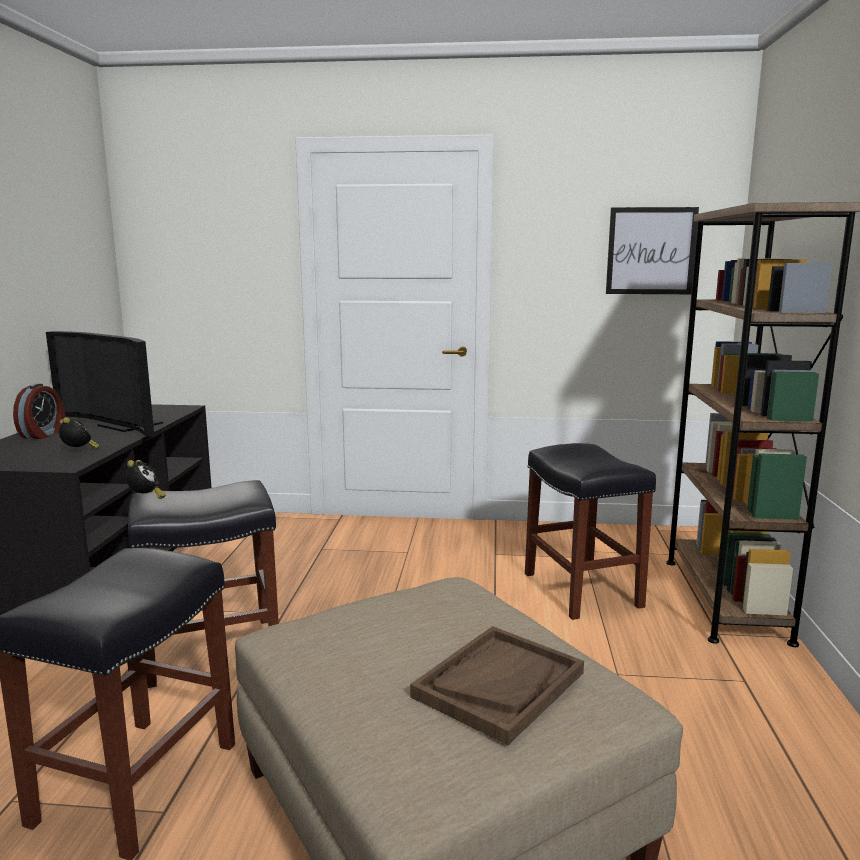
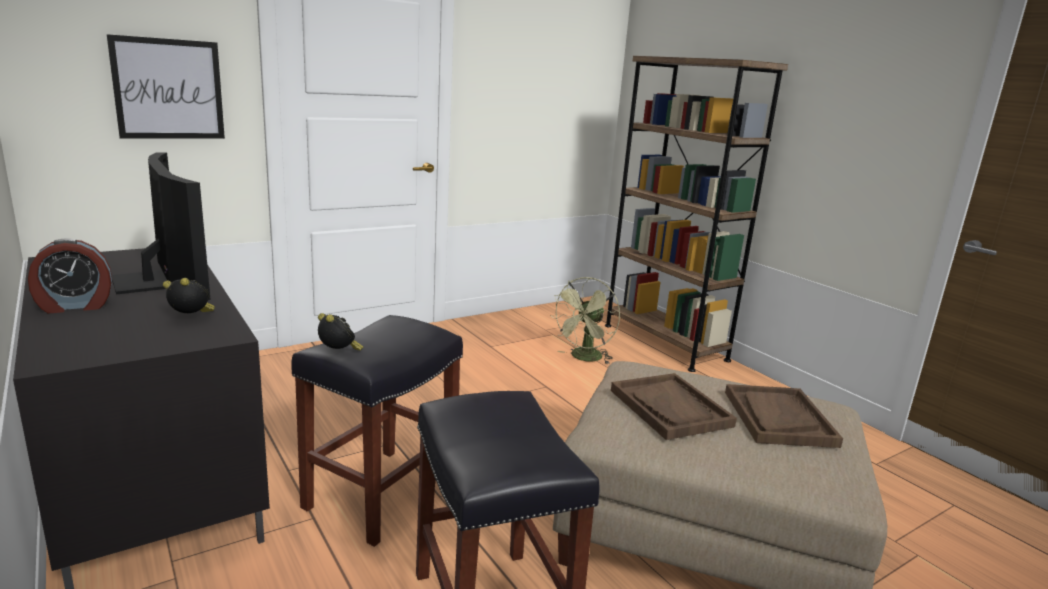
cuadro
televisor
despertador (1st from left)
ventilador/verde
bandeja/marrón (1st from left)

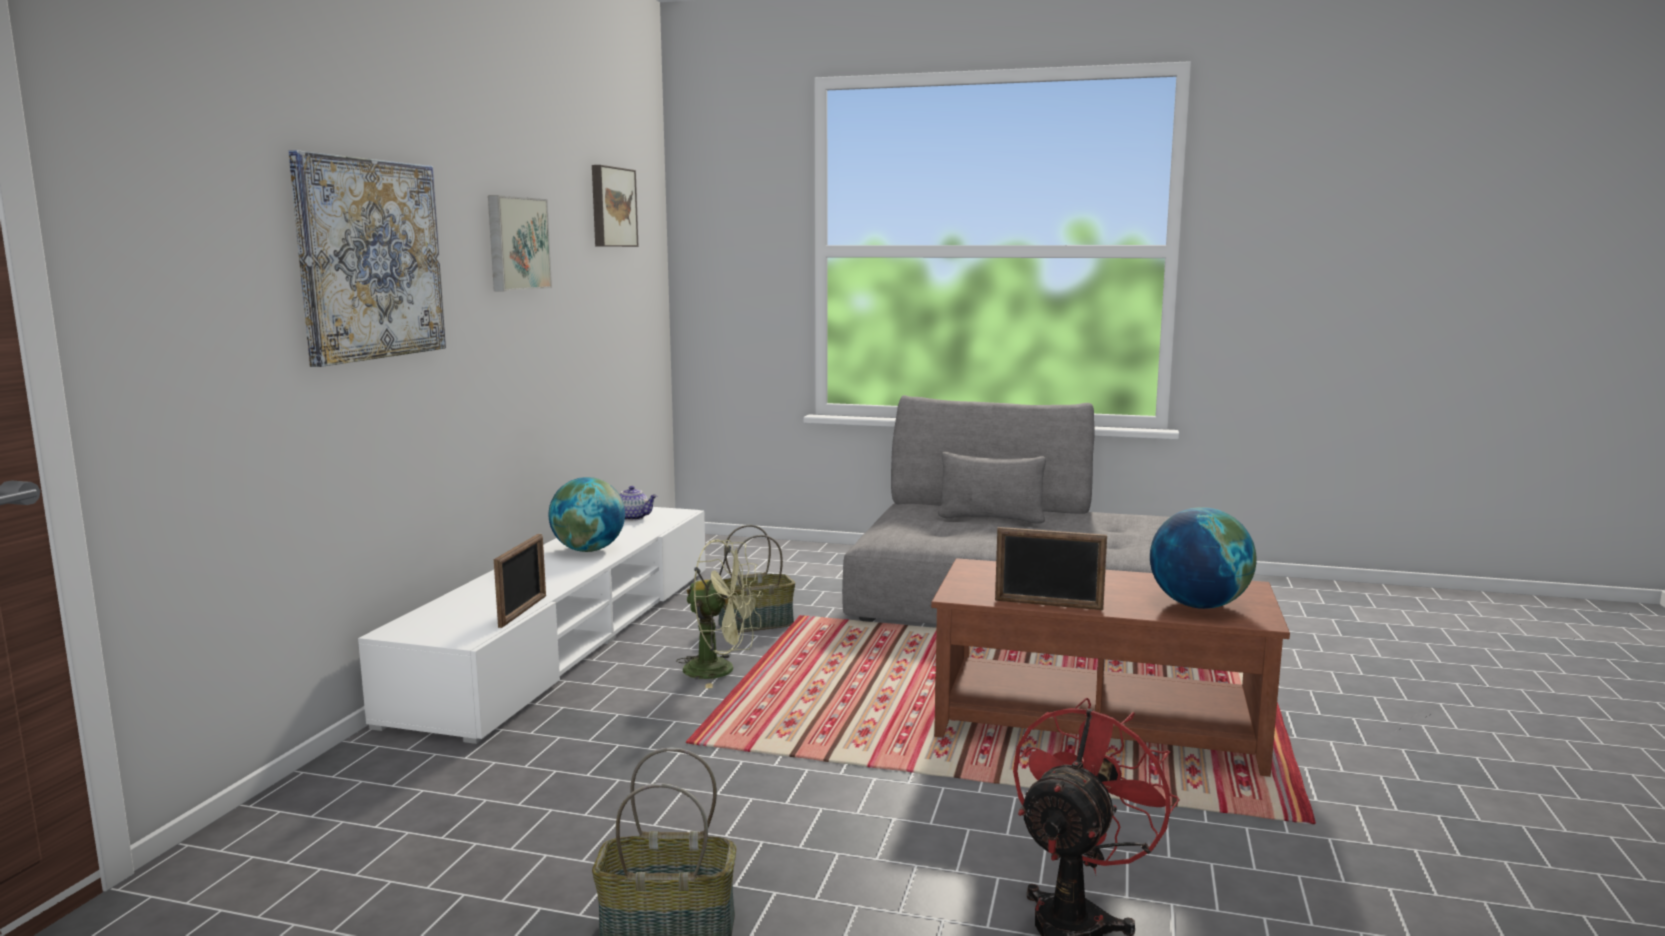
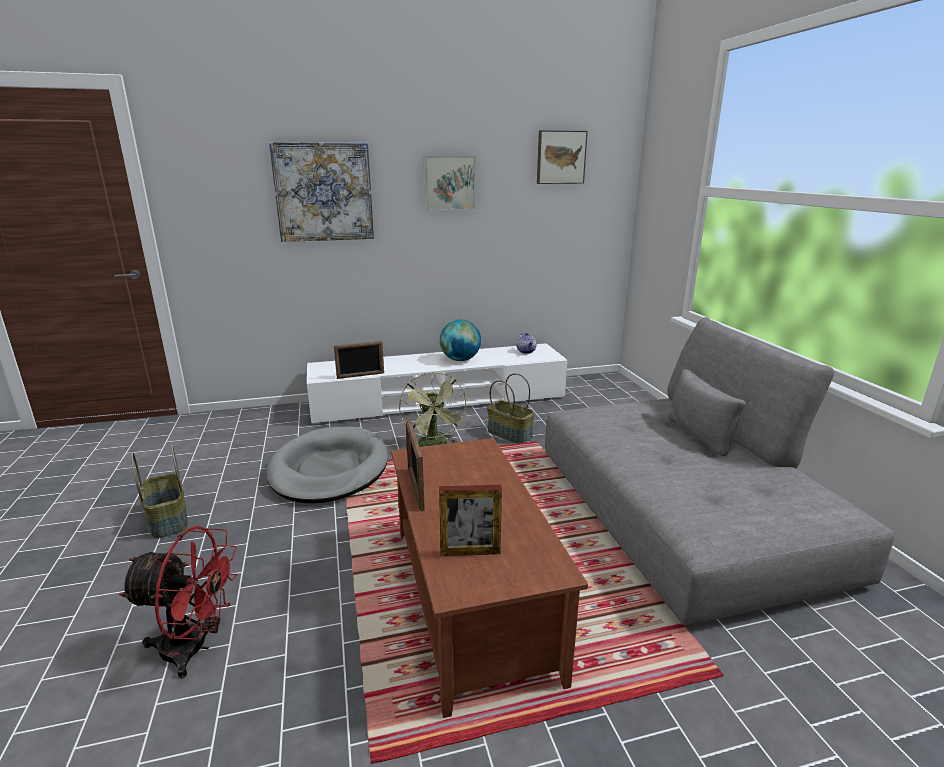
portarretratos (3rd from left)
cama para perro/gris

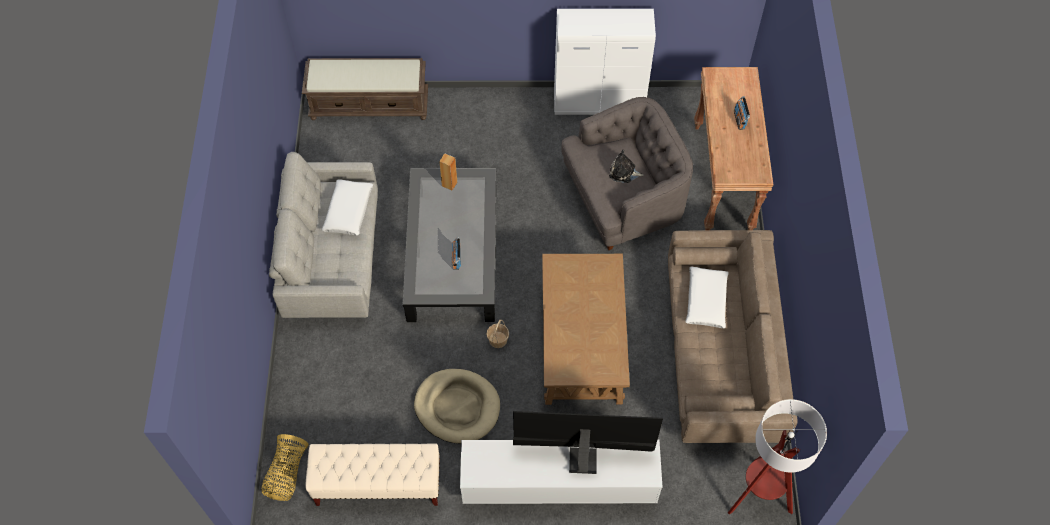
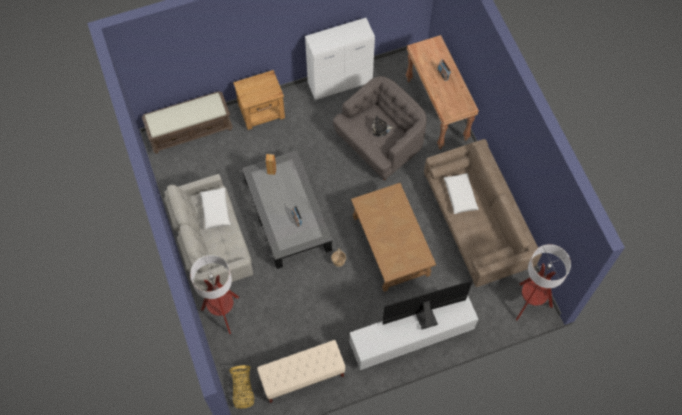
cama para perro/beis
mesita de noche/marrón
lámpara de pie (1st from left)

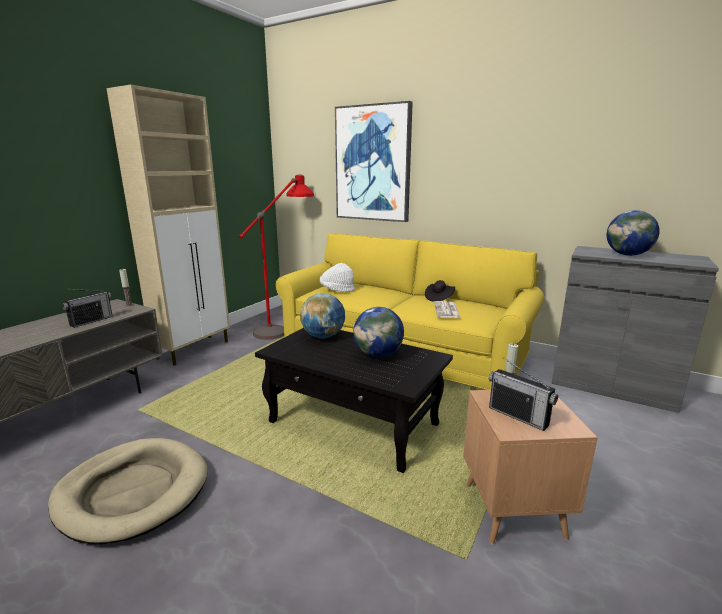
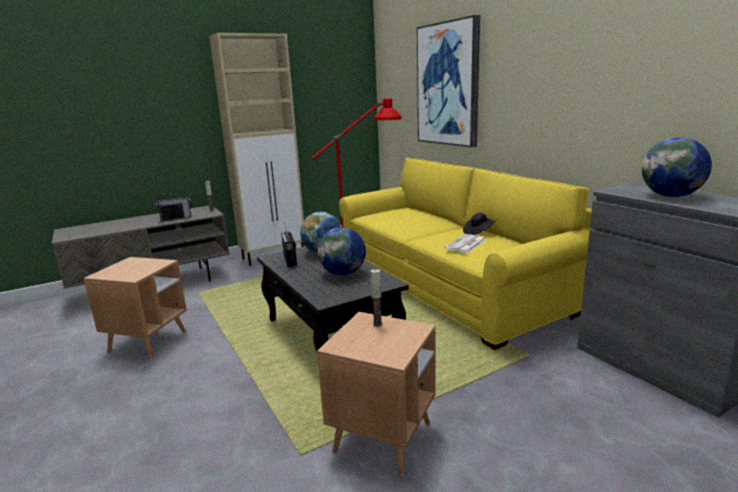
sombrero/blanco
radio (2nd from left)
mesa auxiliar/marrón (1st from left)

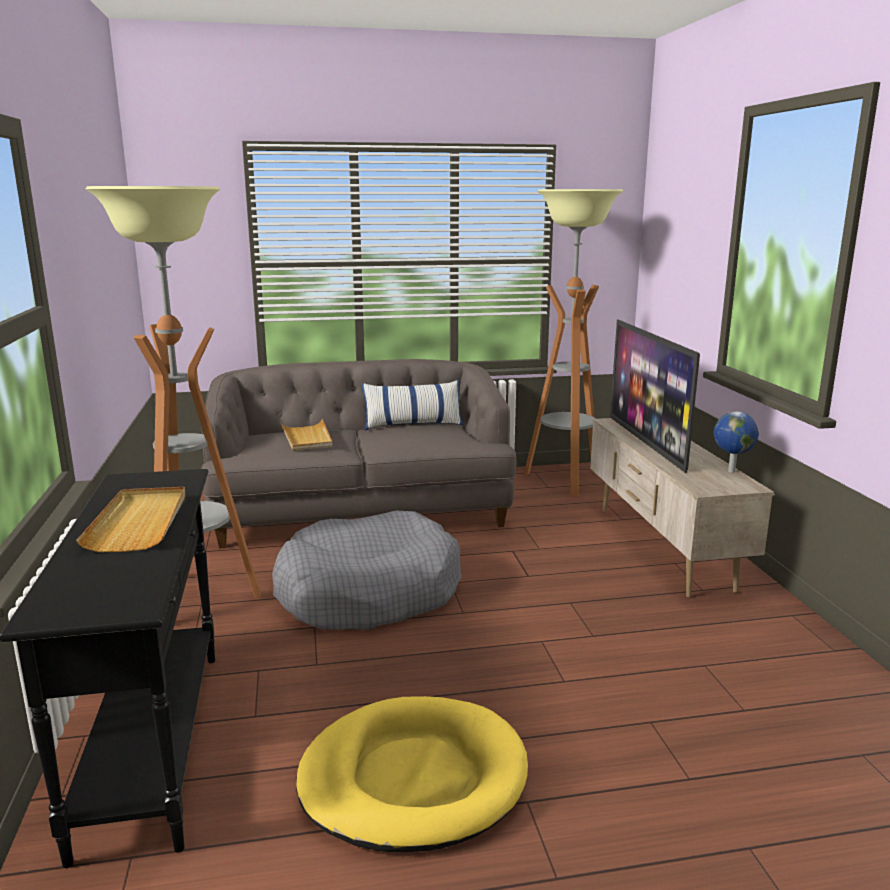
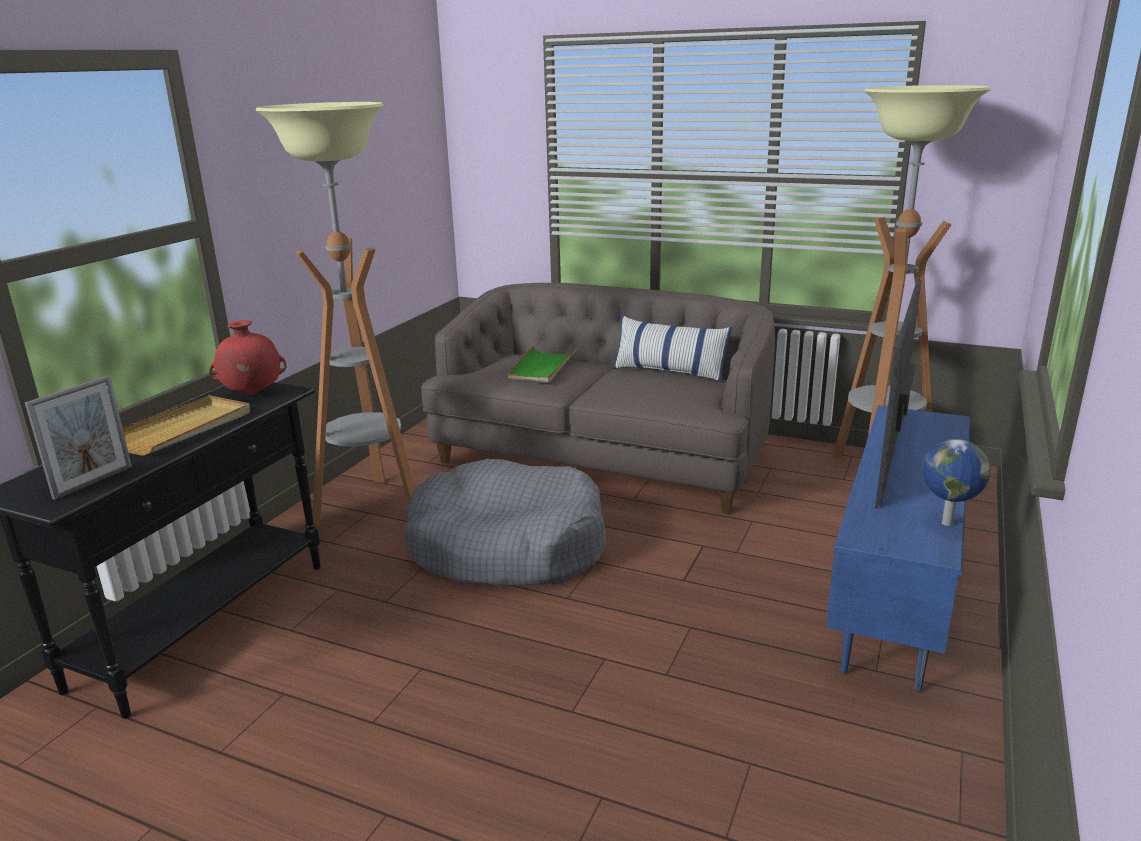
mueble de televisión/azul
bandeja/verde
cama para perro/amarillo
florero/rojo
portarretratos

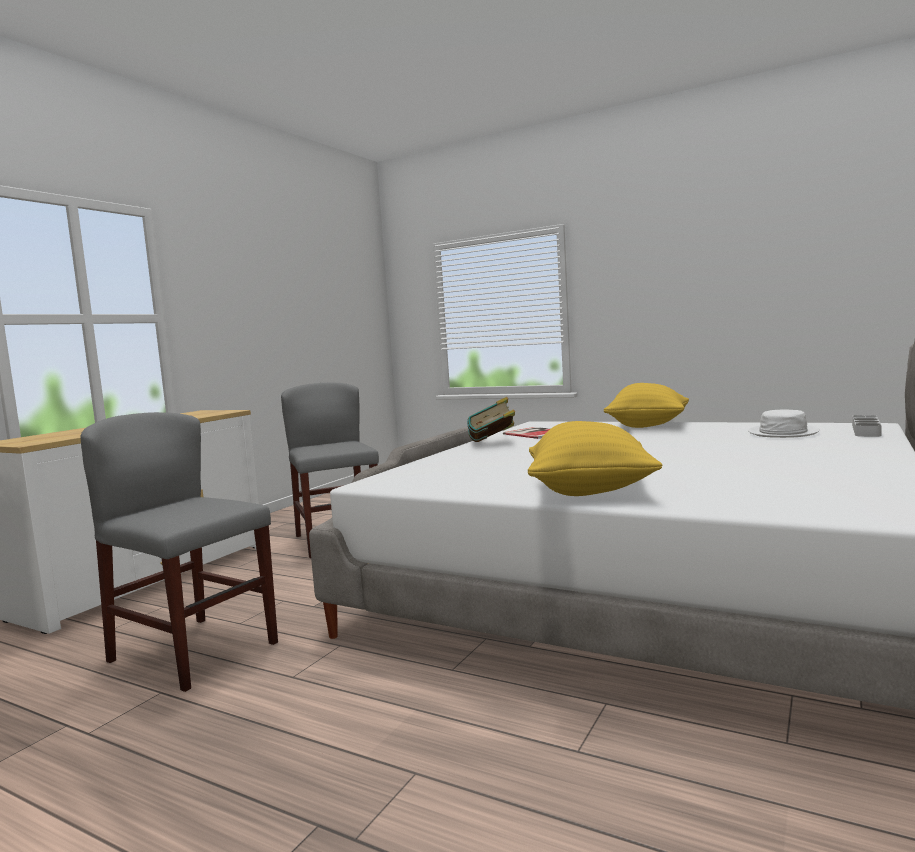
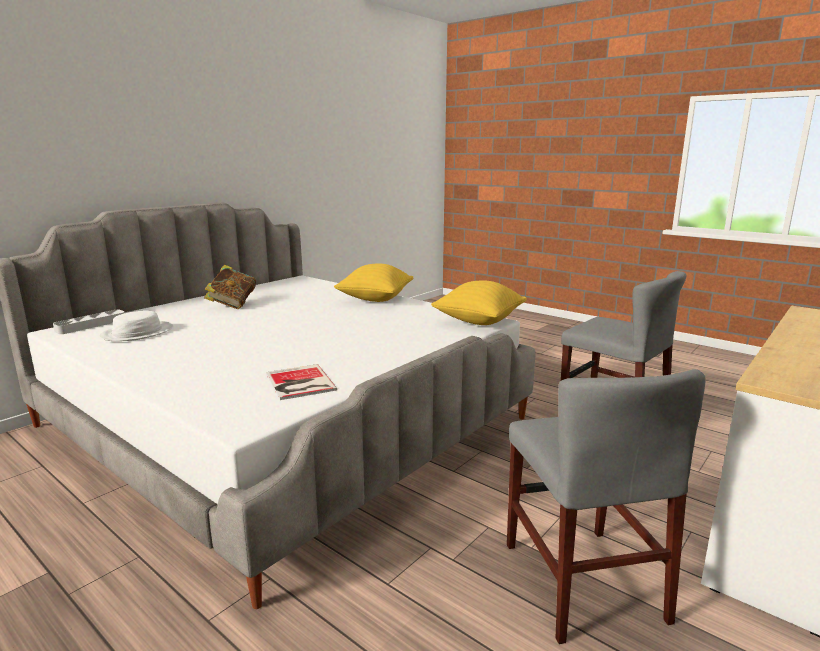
cojín/amarillo (2nd from left)
libro (1st from left)

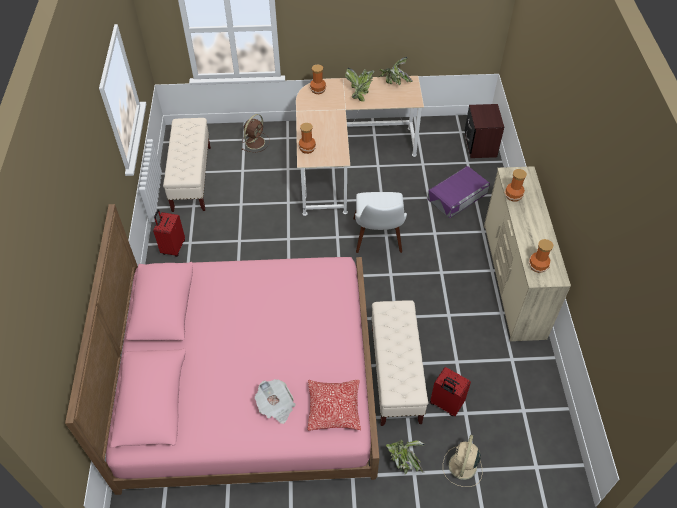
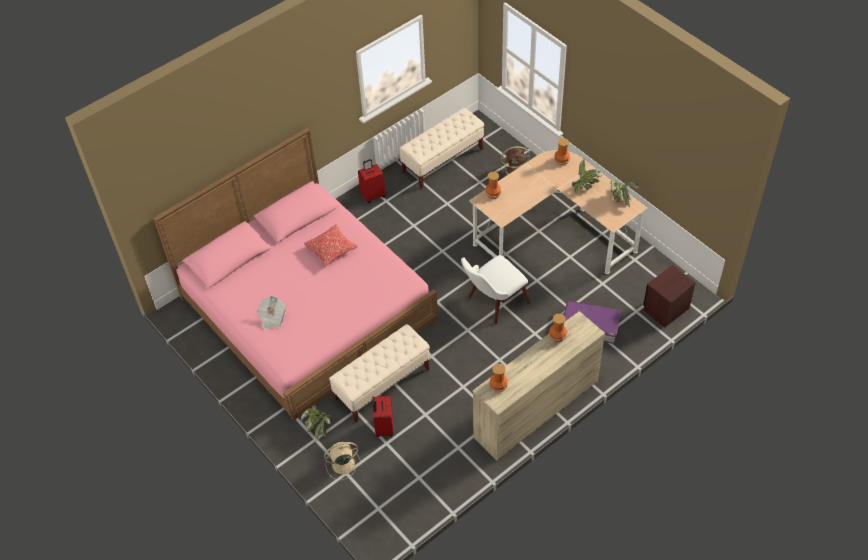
cojín

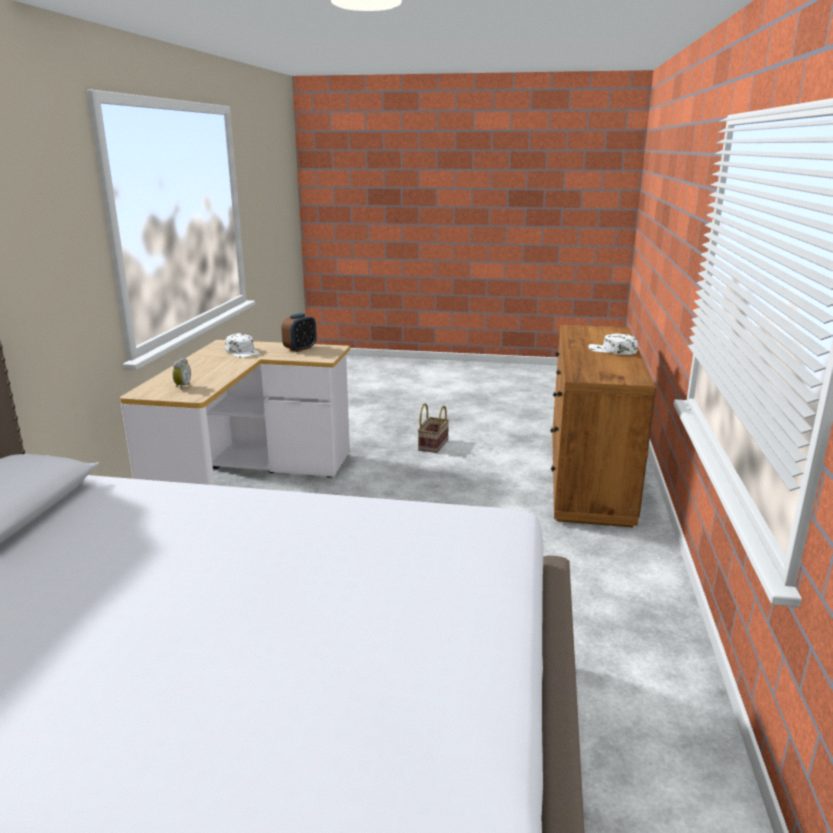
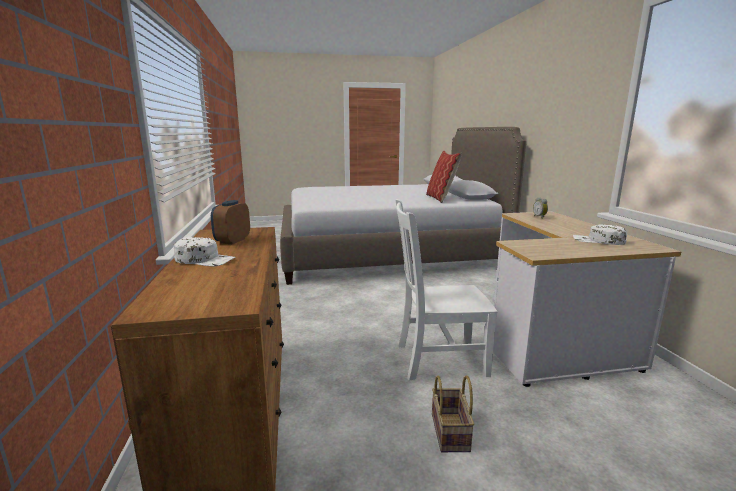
despertador (1st from left)
cojín
silla/blanco

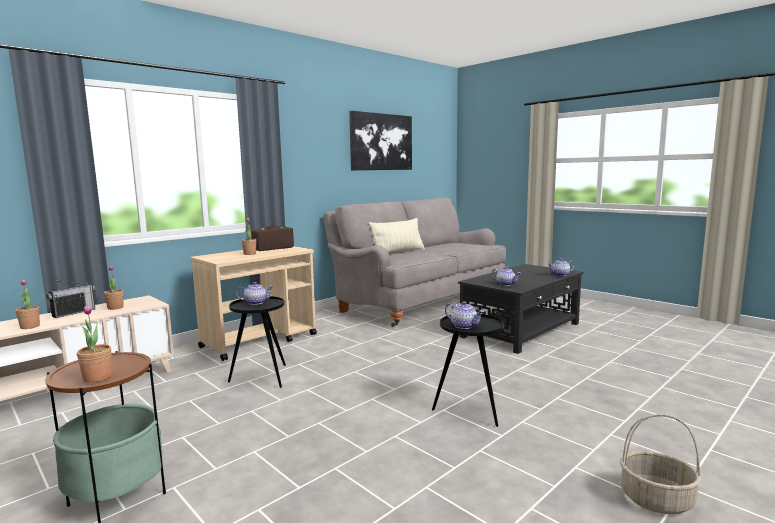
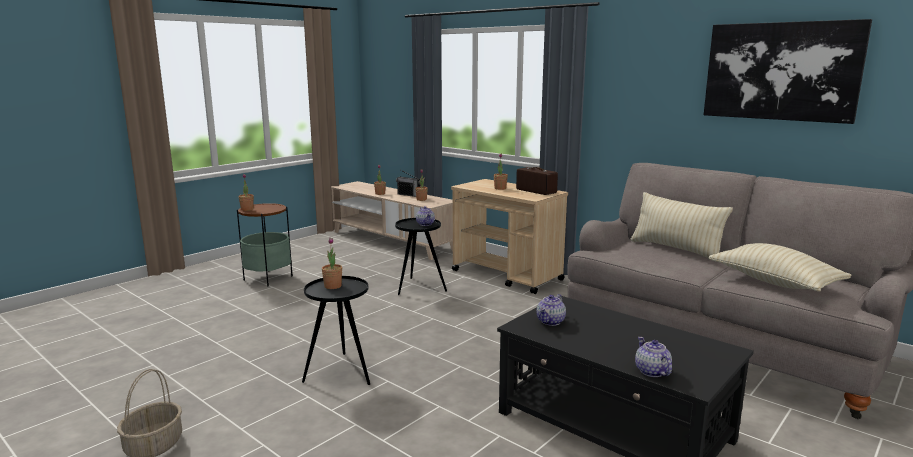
planta en maceta (2nd from left)
cojín/beis (2nd from left)

